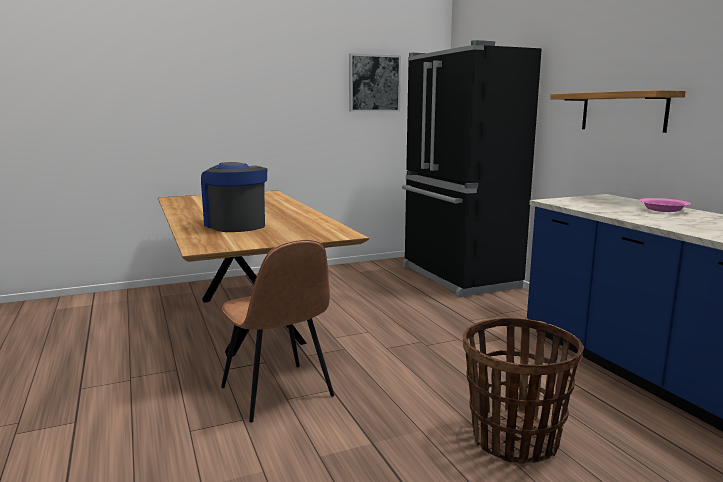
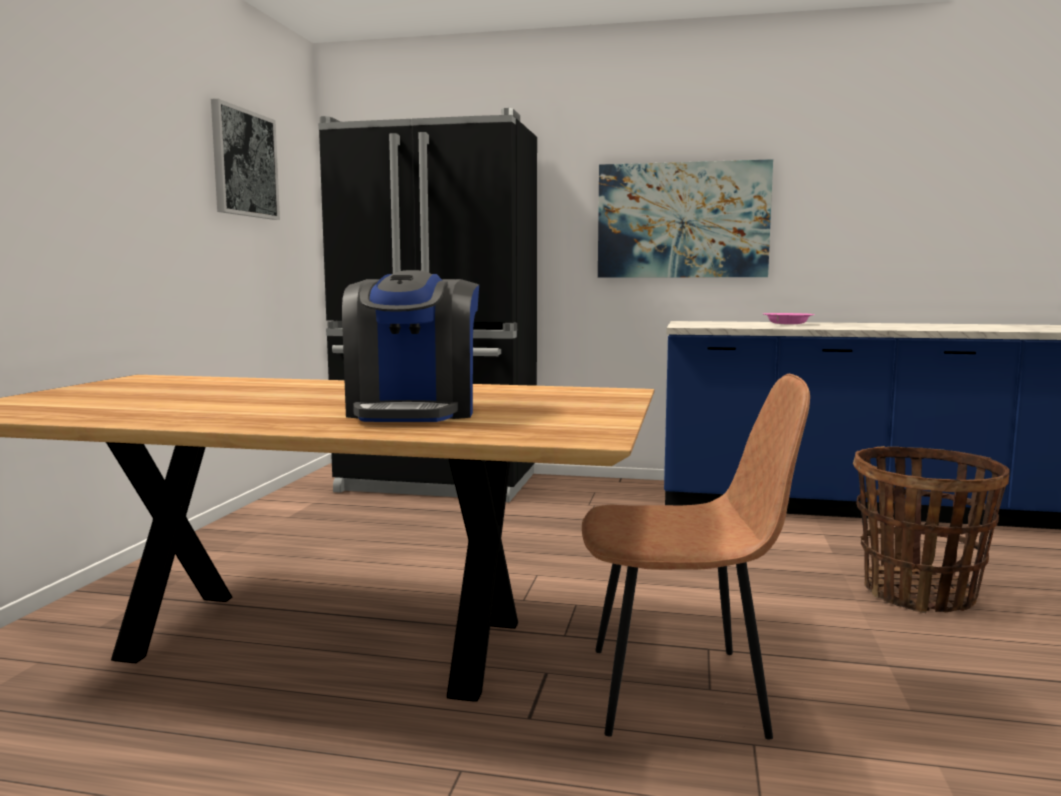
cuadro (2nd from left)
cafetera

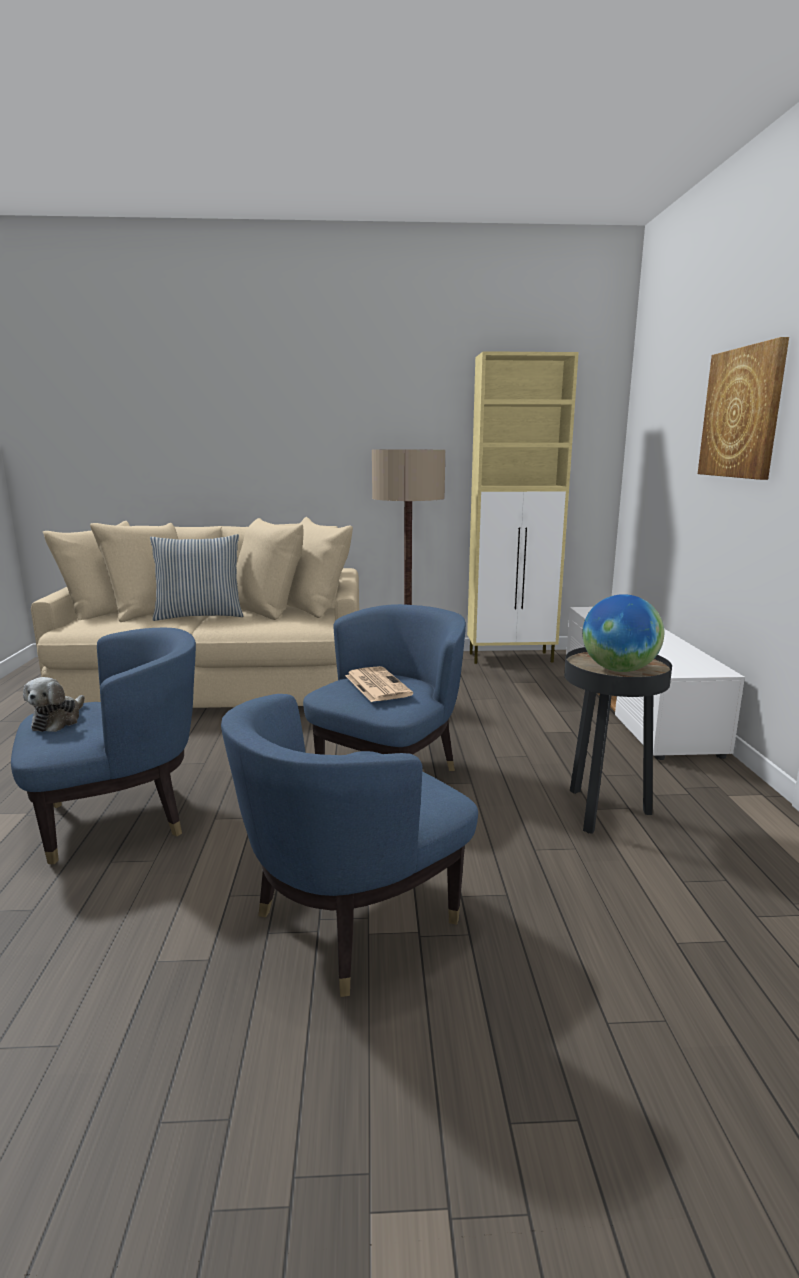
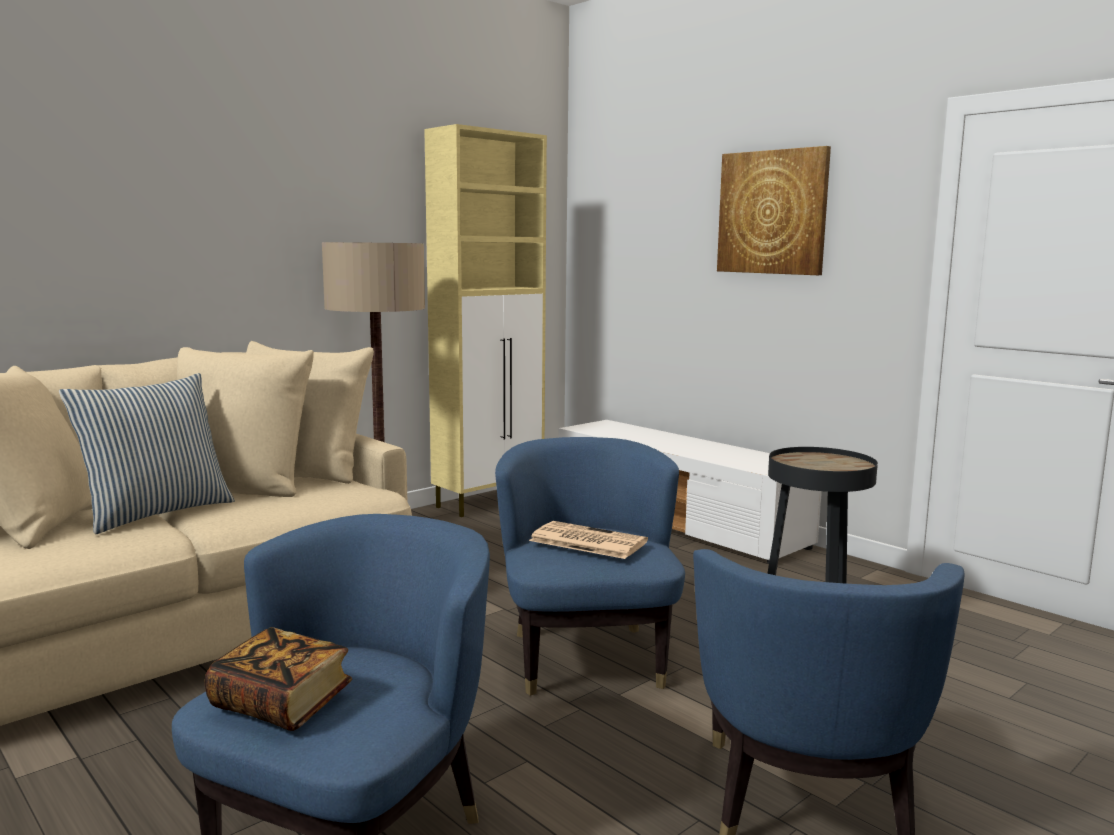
globo terráqueo
libro

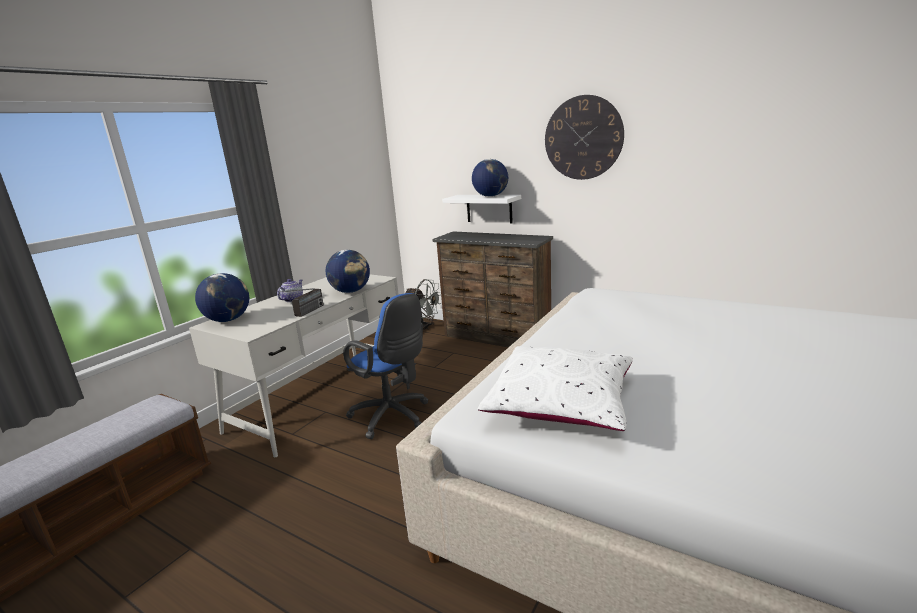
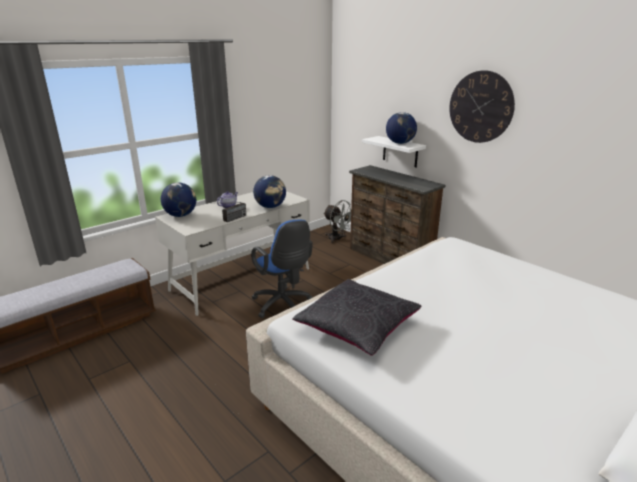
cojín/negro

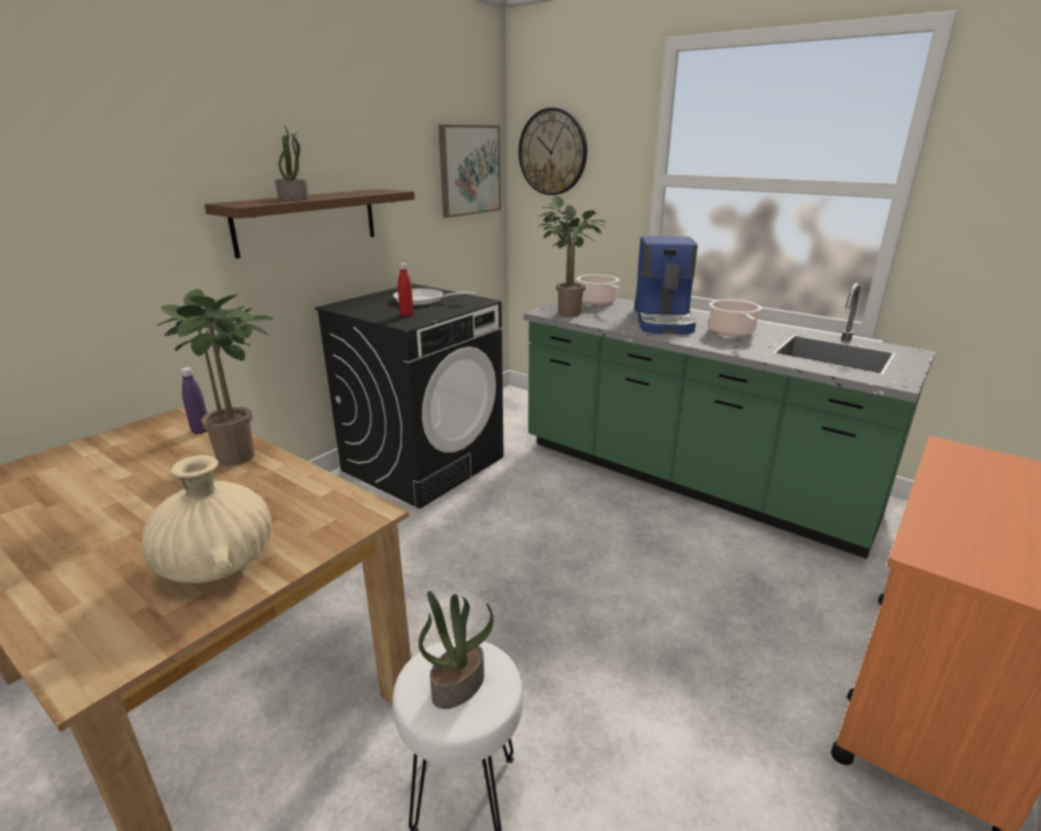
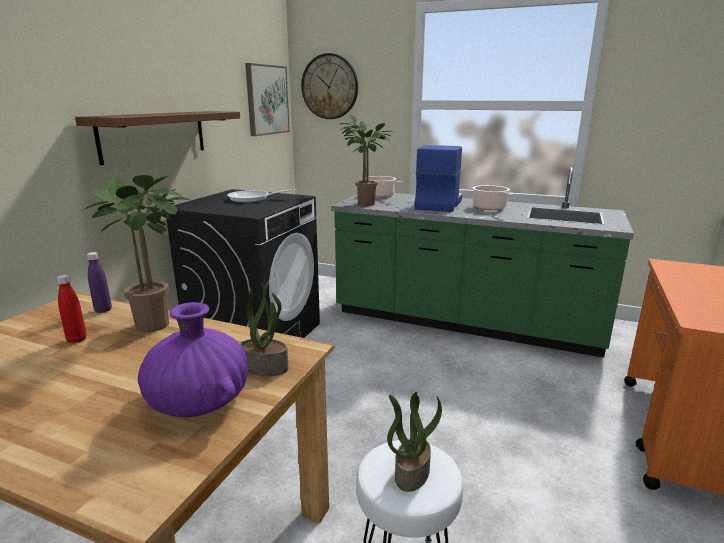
planta en maceta (2nd from left)
cafetera
botella/rojo
florero/morado

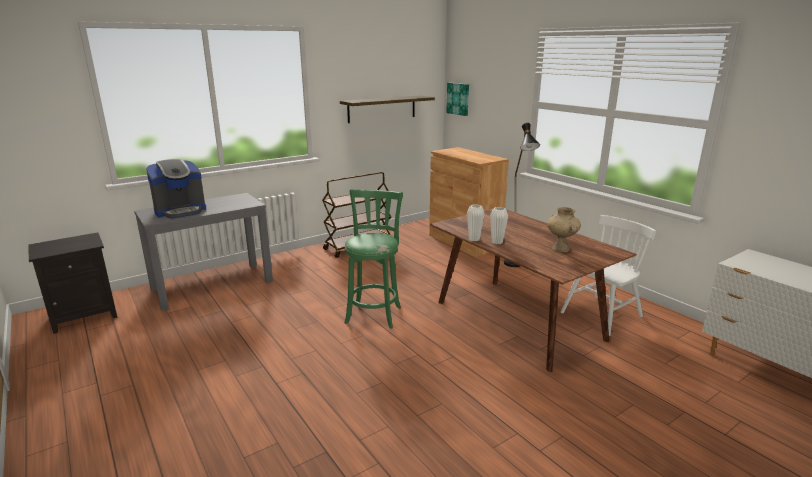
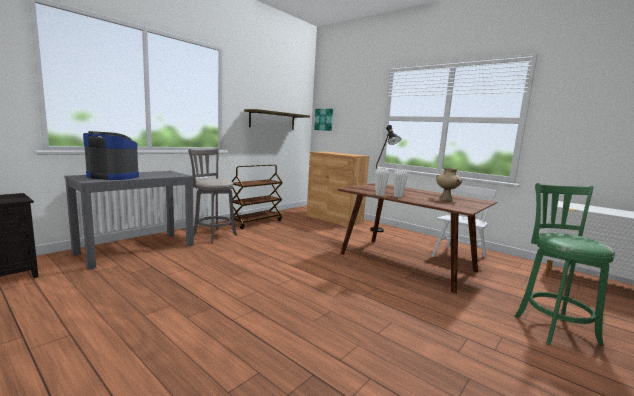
cafetera
taburete/verde
taburete/gris

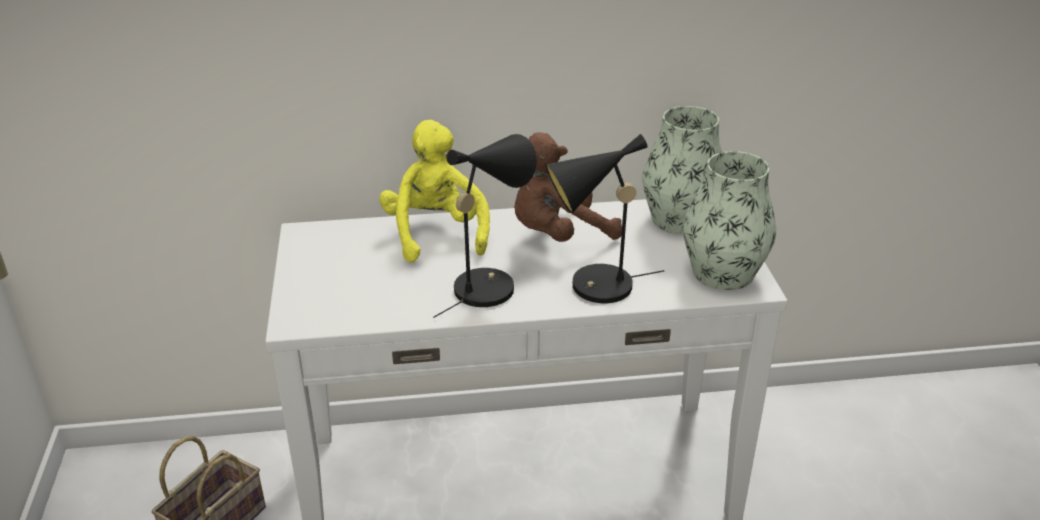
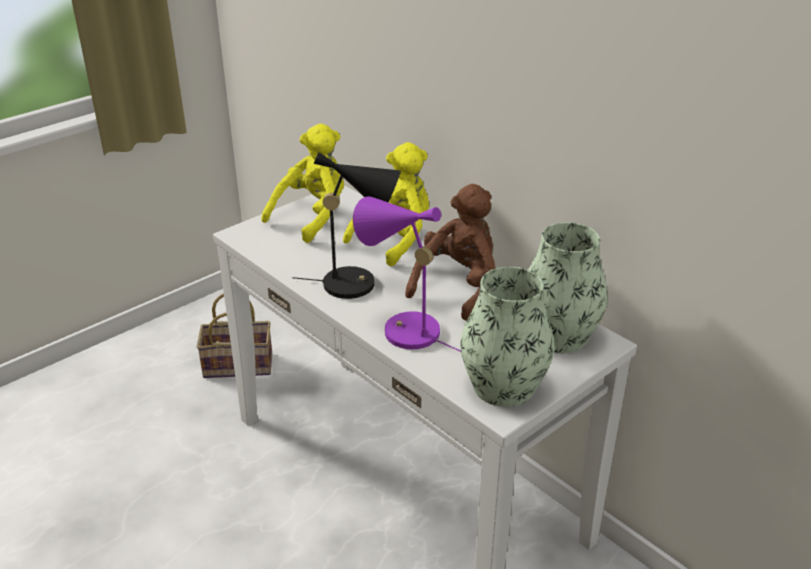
peluche/marrón
lámpara de mesa/morado
peluche/amarillo (1st from left)

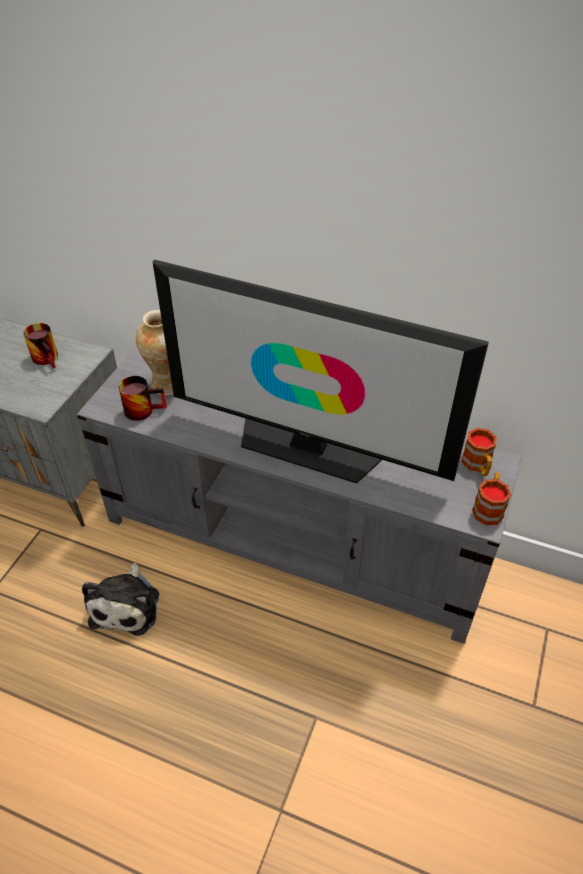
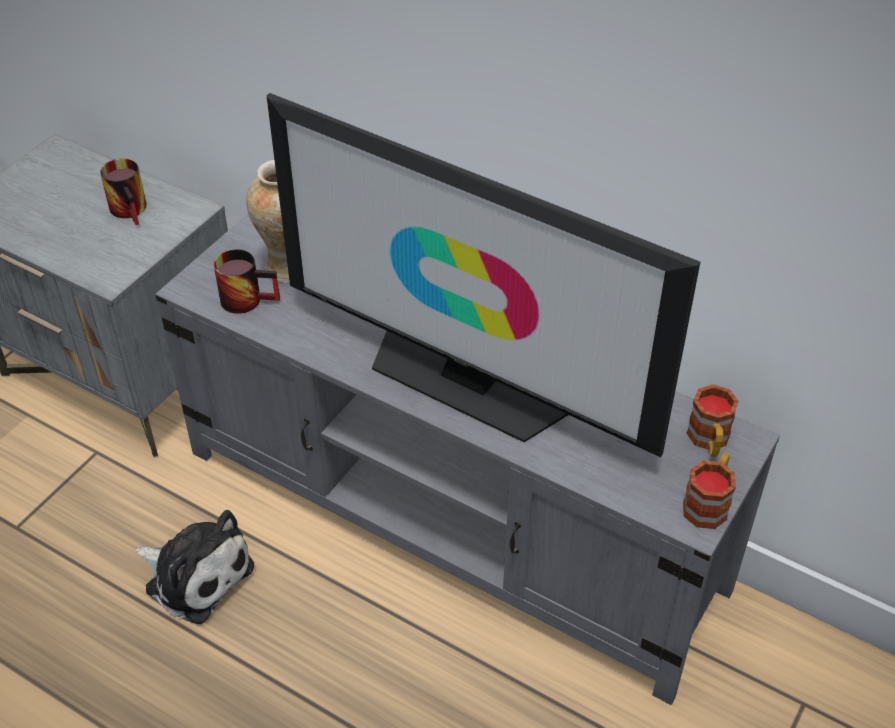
peluche

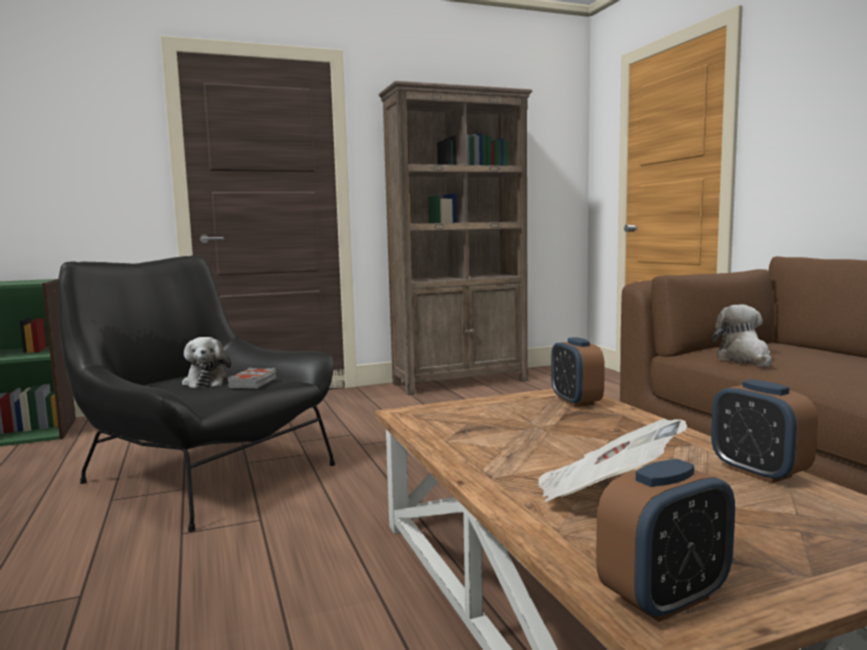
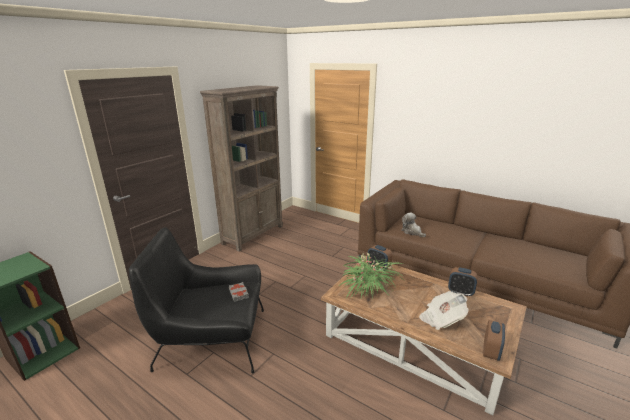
peluche (1st from left in the first image)
planta en maceta

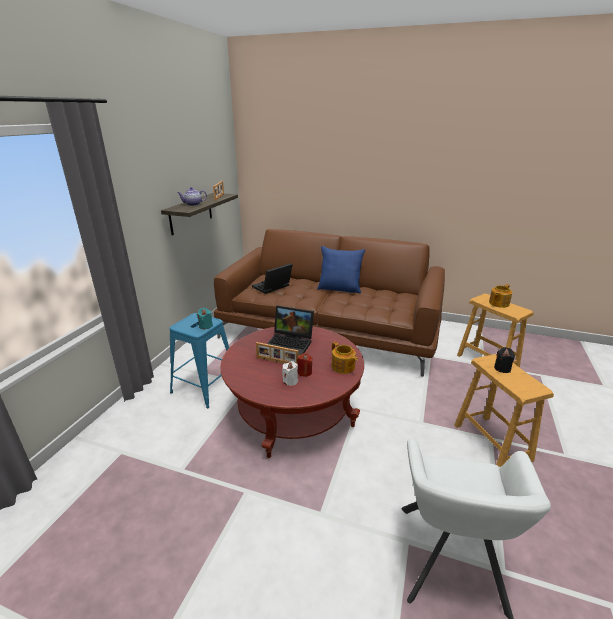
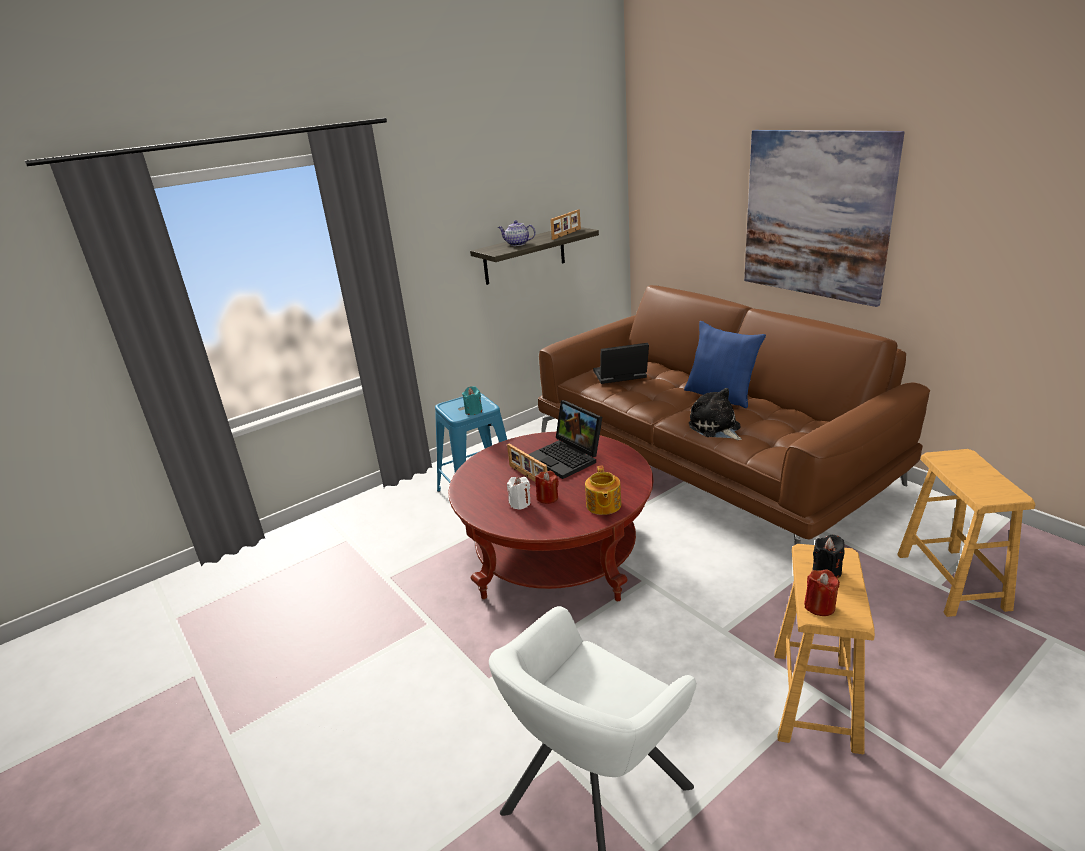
tetera (3rd from left in the first image)
cuadro
peluche
vela/rojo (2nd from left)

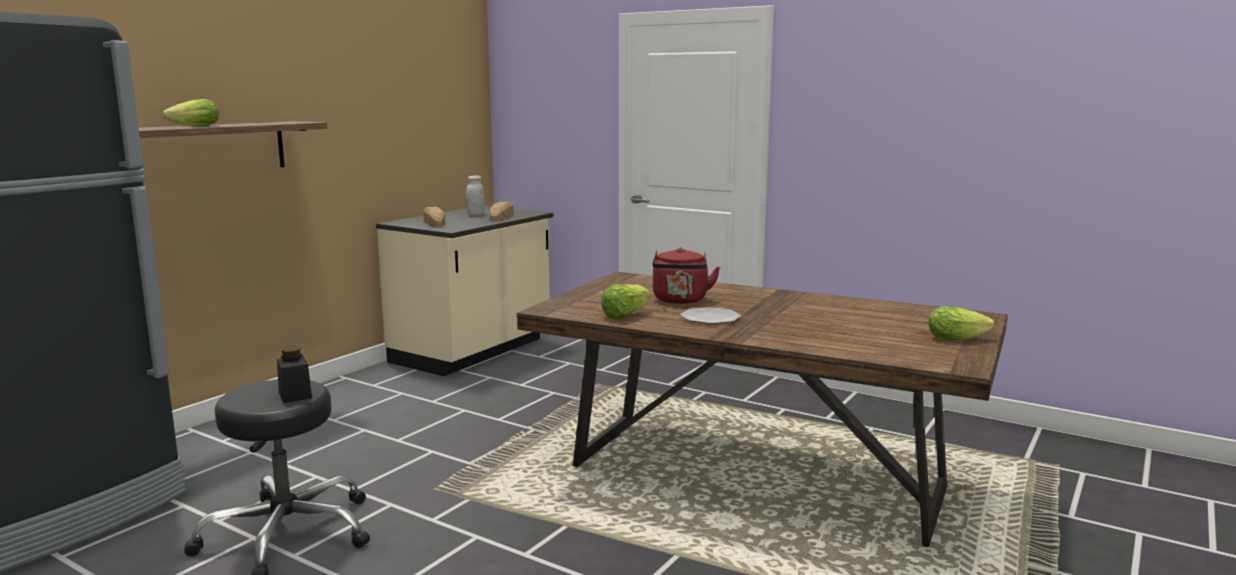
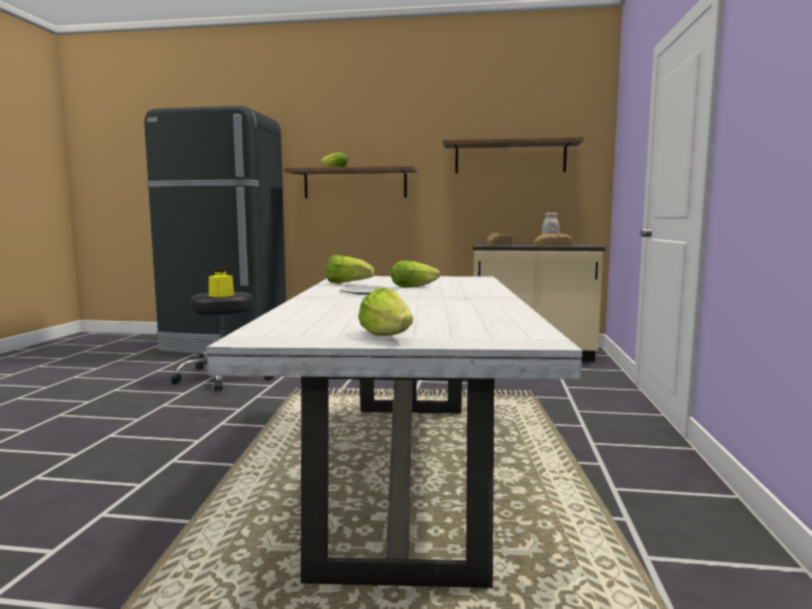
lechuga (4th from left)
mesa de comedor/blanco
tarro/amarillo
estante (2nd from left)

